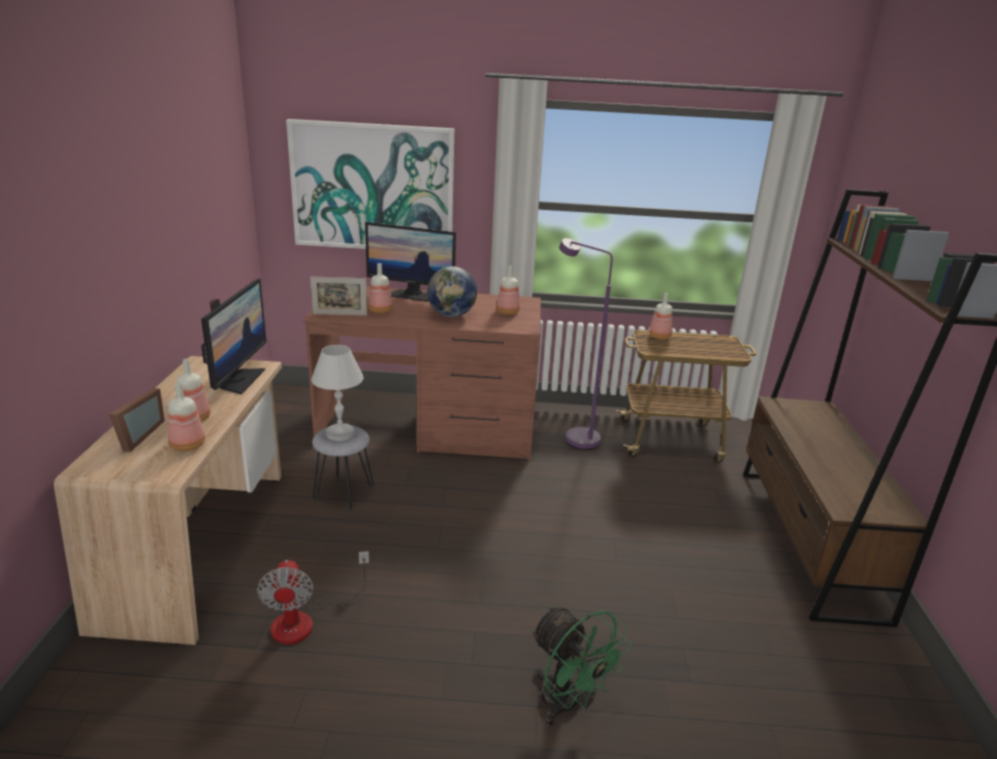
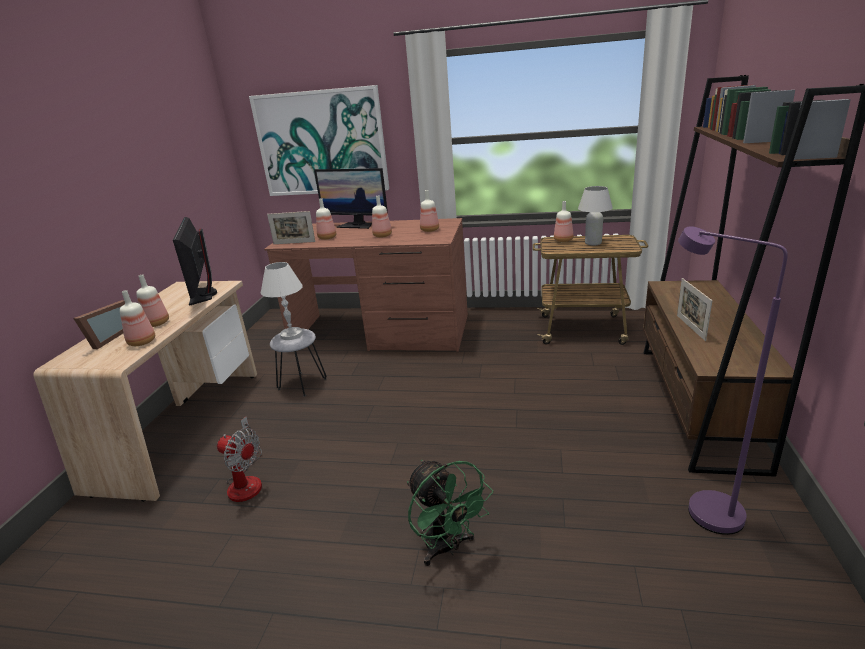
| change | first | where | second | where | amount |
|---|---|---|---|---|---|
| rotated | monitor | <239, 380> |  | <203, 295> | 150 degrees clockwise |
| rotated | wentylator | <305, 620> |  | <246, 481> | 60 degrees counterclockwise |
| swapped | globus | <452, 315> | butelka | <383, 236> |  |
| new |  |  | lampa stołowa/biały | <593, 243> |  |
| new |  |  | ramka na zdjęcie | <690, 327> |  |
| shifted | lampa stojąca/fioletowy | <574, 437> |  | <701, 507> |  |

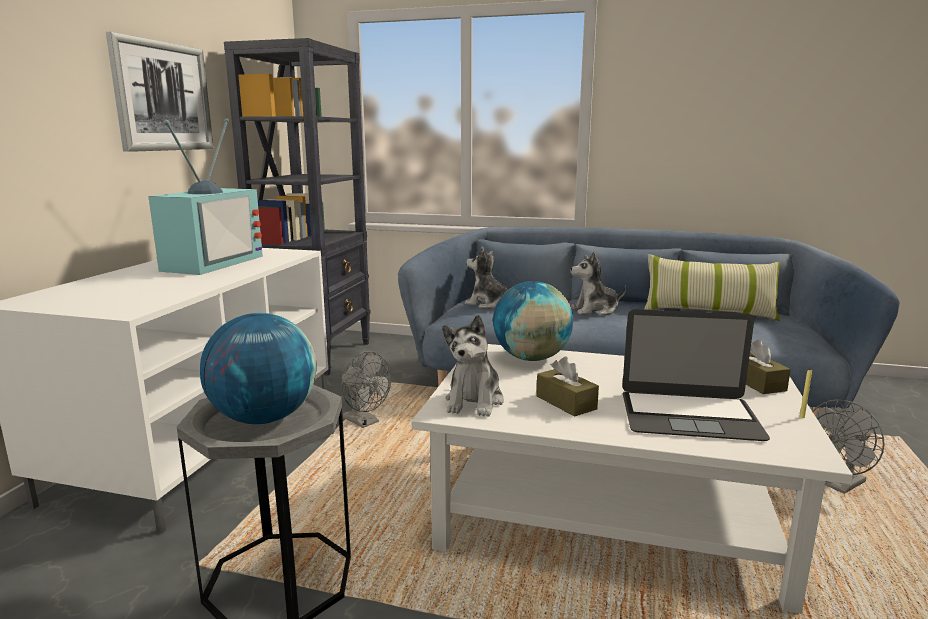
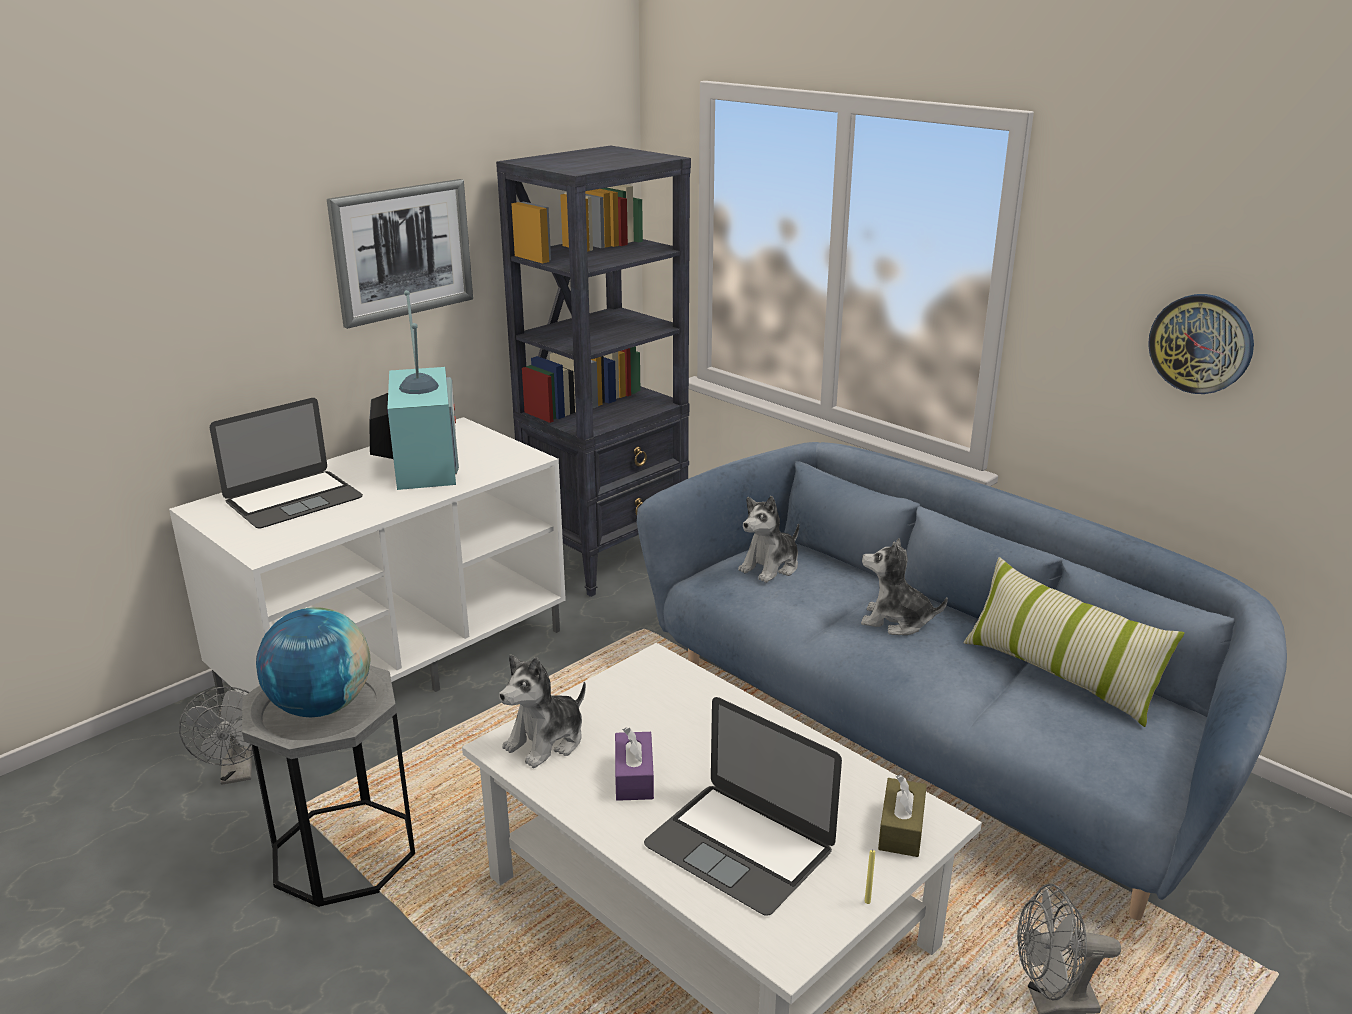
| change | first | where | second | where | amount |
|---|---|---|---|---|---|
| shifted | wentylator/szary | <365, 422> |  | <238, 773> |  |
| new |  |  | laptop | <293, 499> |  |
| rotated | telewizor | <210, 262> |  | <419, 464> | 60 degrees counterclockwise |
| repainted | pudełko chusteczek/brązowy | <566, 402> | pudełko chusteczek/fioletowy | <634, 777> |  |
| rotated | pluszak | <488, 304> |  | <770, 567> | 105 degrees counterclockwise |
| new |  |  | zegar ścienny | <1201, 343> |  |
| gone | globus | <531, 358> |  |  |  |

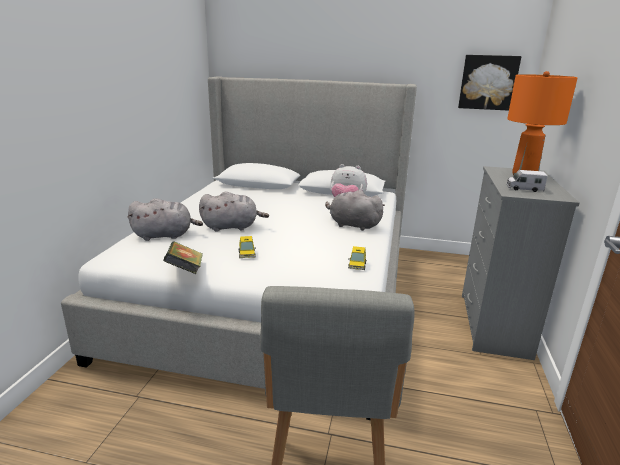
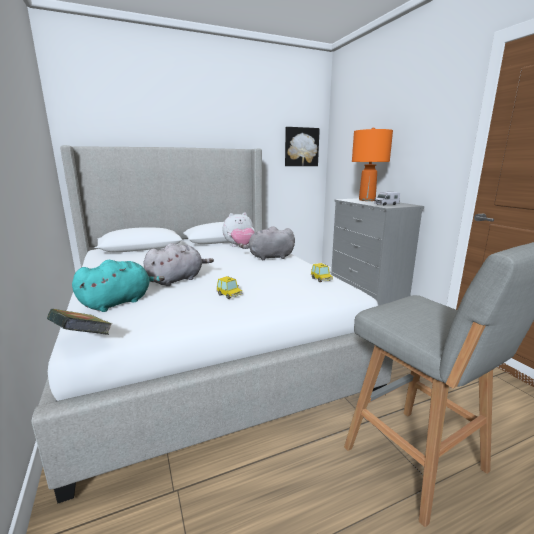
| change | first | where | second | where | amount |
|---|---|---|---|---|---|
| shifted | książka | <185, 271> |  | <82, 339> |  |
| repainted | pluszak/szary | <165, 235> | pluszak/turkusowy | <119, 302> |  |

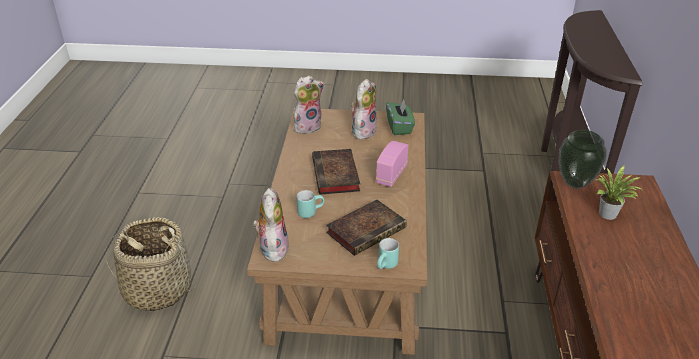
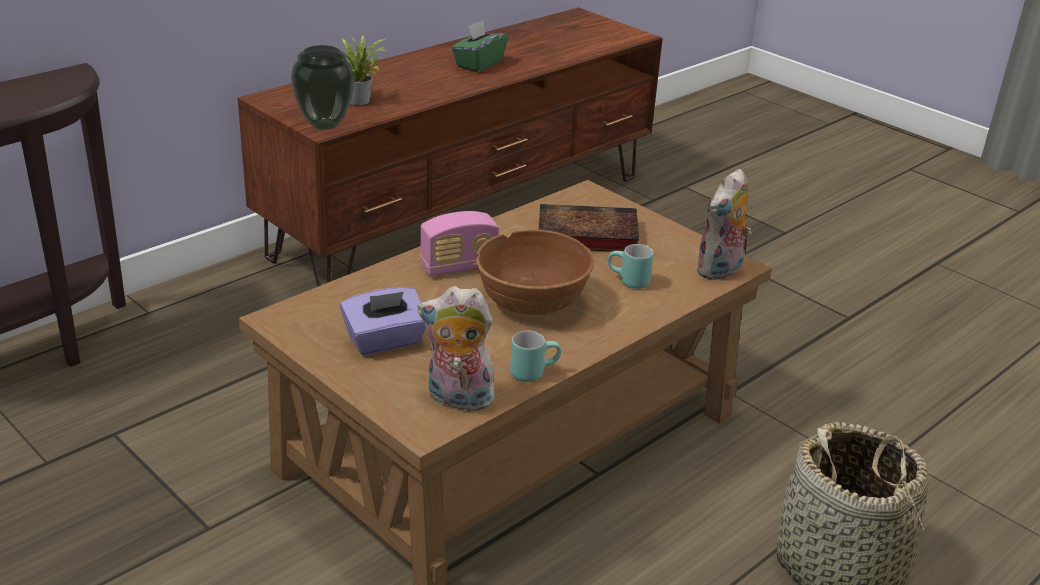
| change | first | where | second | where | amount |
|---|---|---|---|---|---|
| swapped | pluszak | <363, 131> | pudełko chusteczek/fioletowy | <385, 341> |  |
| shifted | pudełko chusteczek/zielony | <399, 127> |  | <478, 64> |  |
| swapped | książka | <336, 176> | miska/brązowy | <531, 302> |  |
| shifted | kubek/turkusowy | <387, 266> |  | <533, 371> |  |

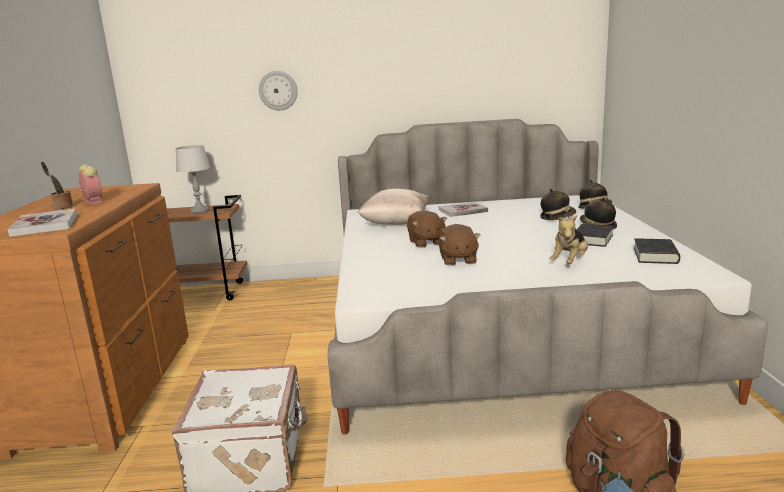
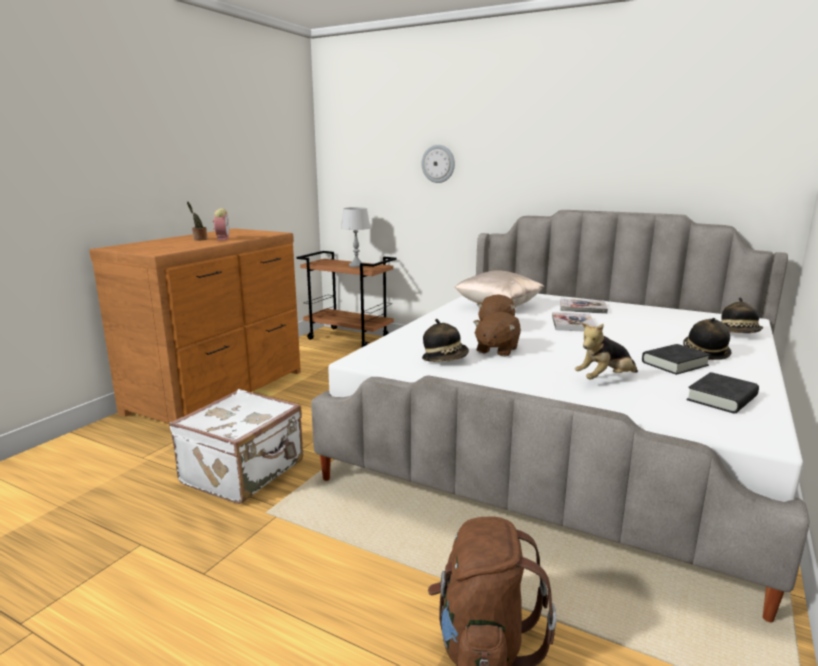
| change | first | where | second | where | amount |
|---|---|---|---|---|---|
| shifted | kapelusz | <557, 217> |  | <445, 359> |  |
| shifted | książka | <45, 225> |  | <573, 324> |  |

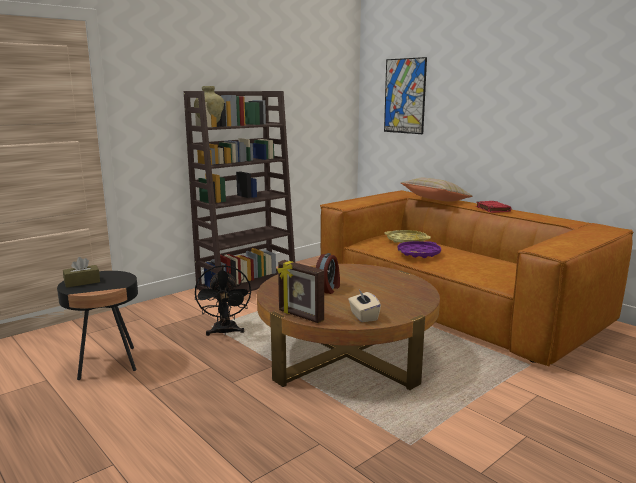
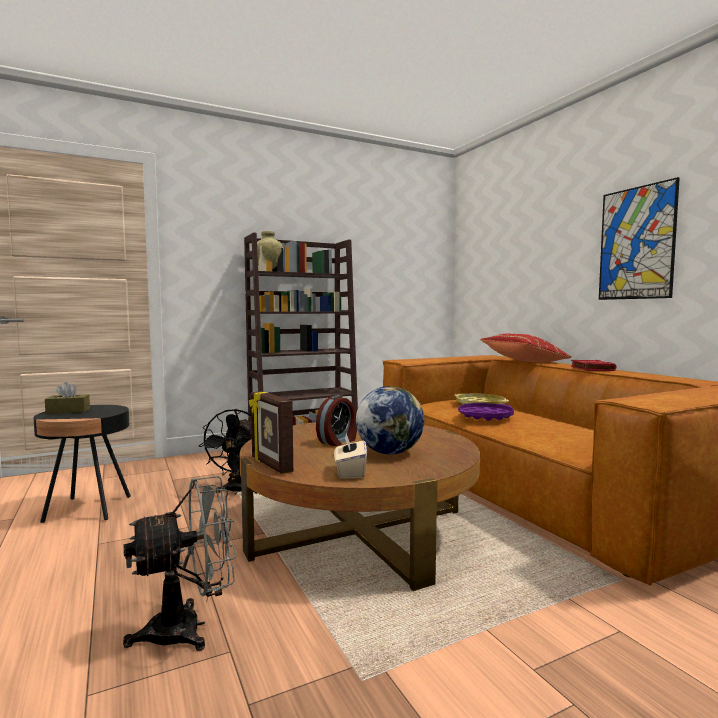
| change | first | where | second | where | amount |
|---|---|---|---|---|---|
| new |  |  | wentylator/szary | <189, 628> |  |
| new |  |  | globus | <389, 452> |  |
| repainted | poduszka/beżowy | <435, 201> | poduszka/czerwony | <524, 362> |  |
| shifted | obraz | <404, 96> |  | <636, 243> |  |

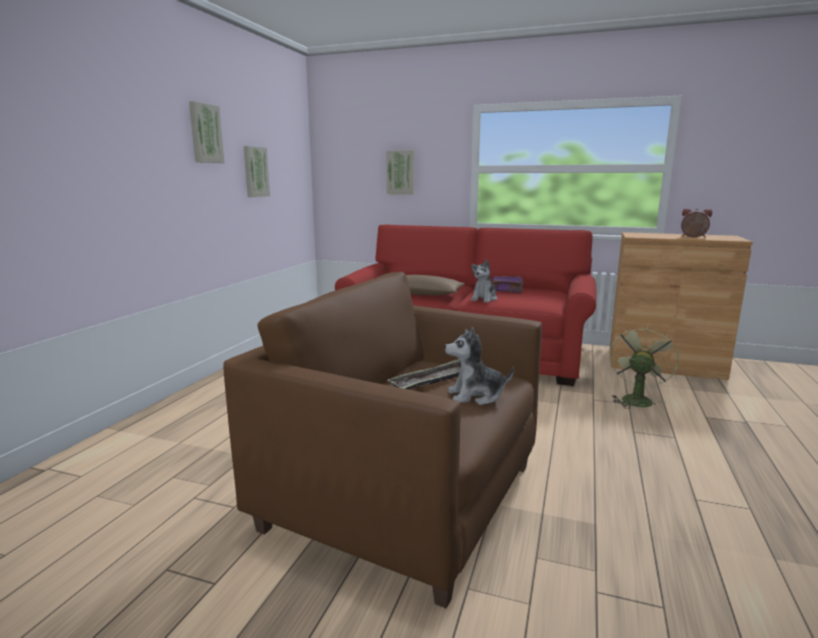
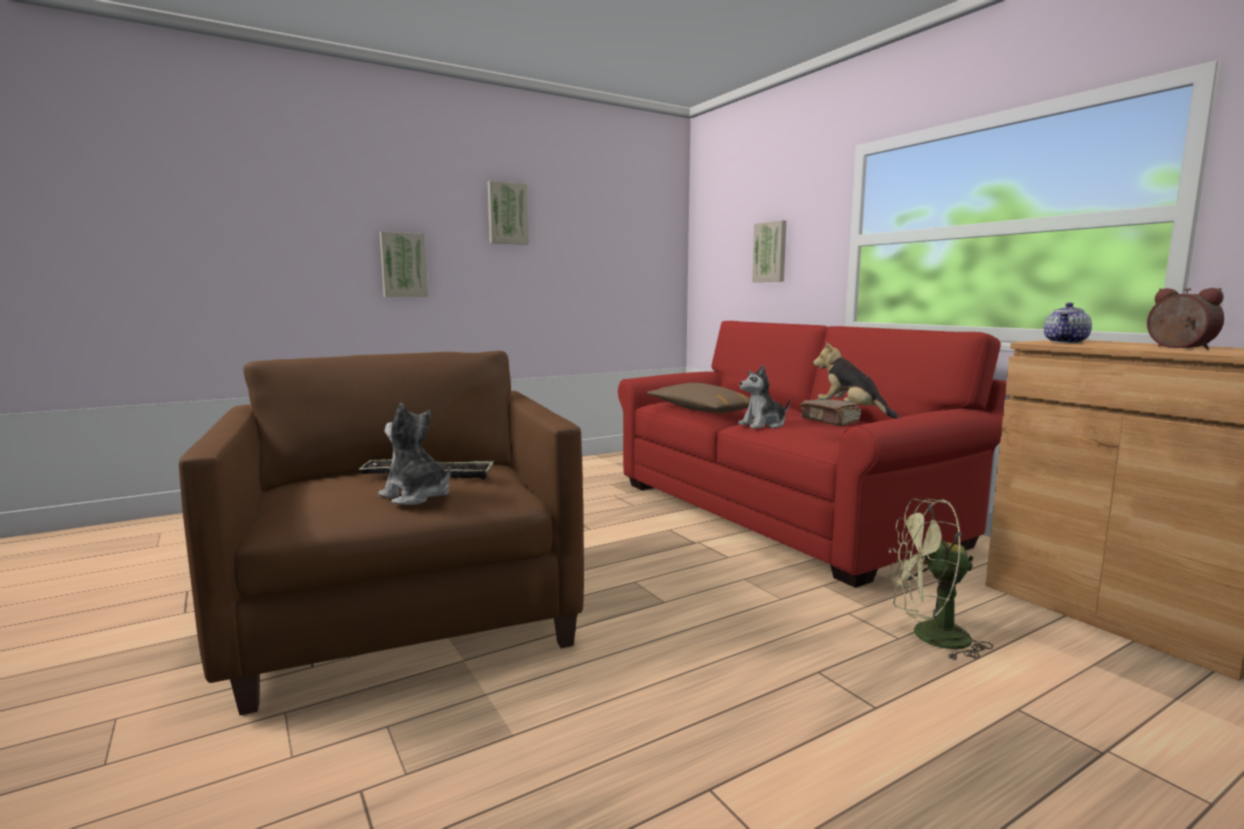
| change | first | where | second | where | amount |
|---|---|---|---|---|---|
| shifted | obraz | <255, 172> |  | <403, 265> |  |
| repainted | książka/fioletowy | <507, 290> | książka/brązowy | <830, 421> |  |
| new |  |  | pluszak | <851, 412> |  |
| rotated | wentylator/zielony | <636, 399> |  | <929, 637> | 150 degrees counterclockwise |
| new |  |  | imbryk | <1066, 342> |  |

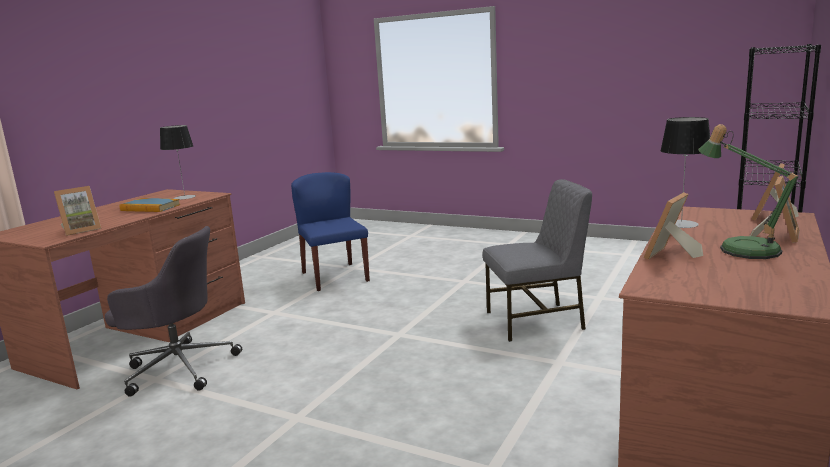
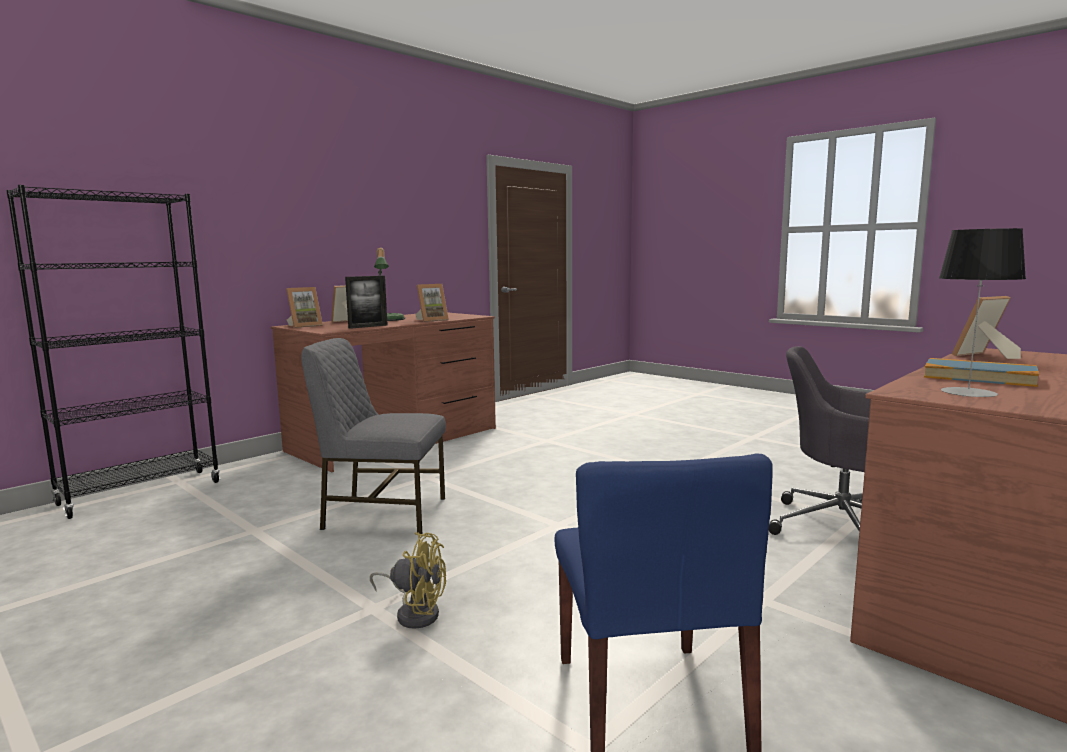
| change | first | where | second | where | amount |
|---|---|---|---|---|---|
| swapped | lampa stołowa | <681, 224> | ramka na zdjęcie | <368, 326> |  |
| new |  |  | wentylator/żółty | <414, 613> |  |

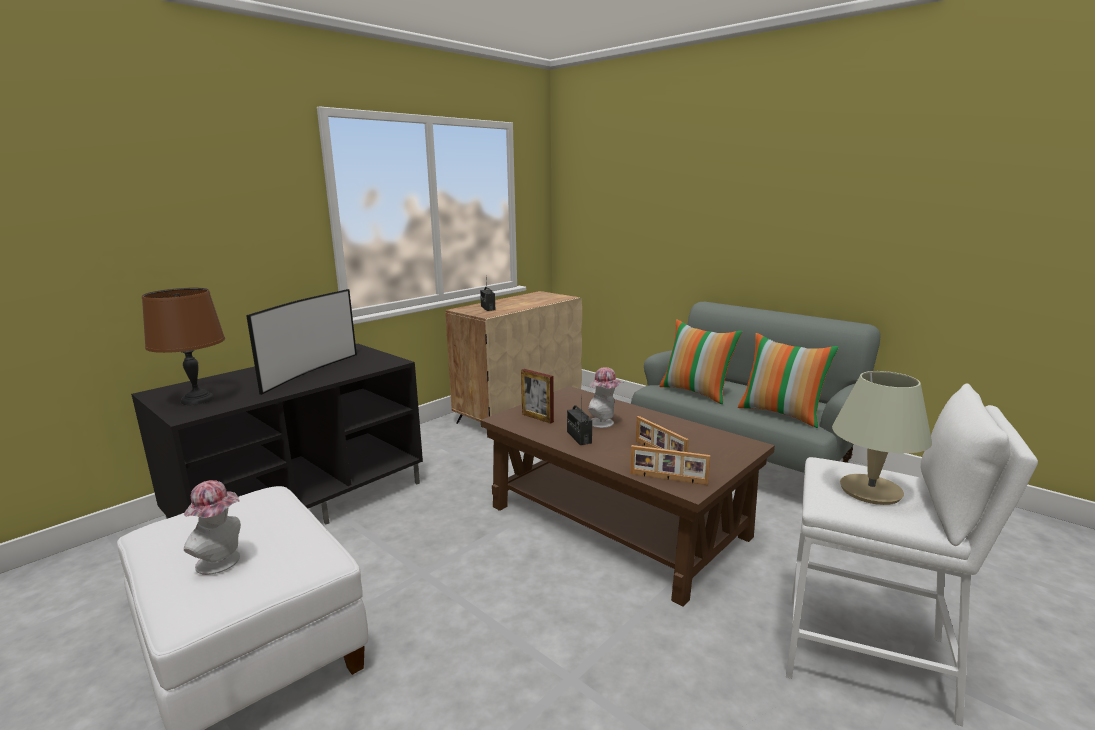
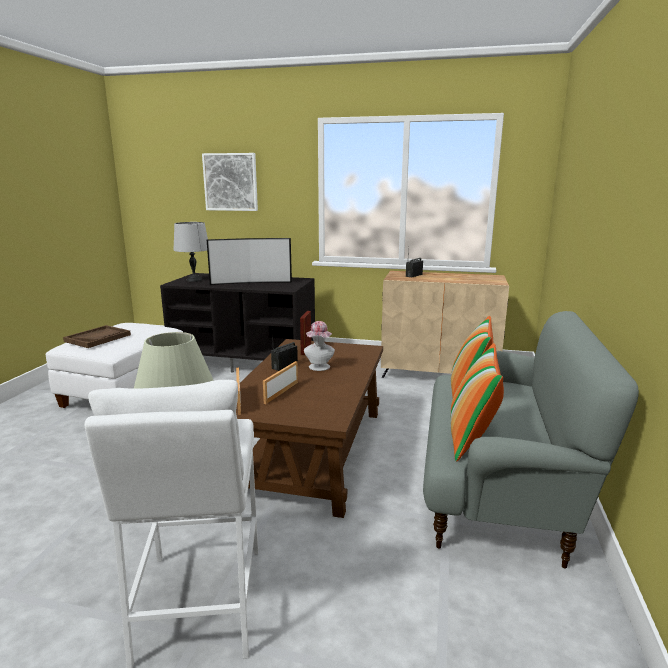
| change | first | where | second | where | amount |
|---|---|---|---|---|---|
| swapped | kapelusz | <223, 562> | taca/brązowy | <98, 338> |  |
| repainted | lampa stołowa/brązowy | <198, 400> | lampa stołowa/szary | <194, 280> |  |
| new |  |  | obraz | <230, 182> |  |

